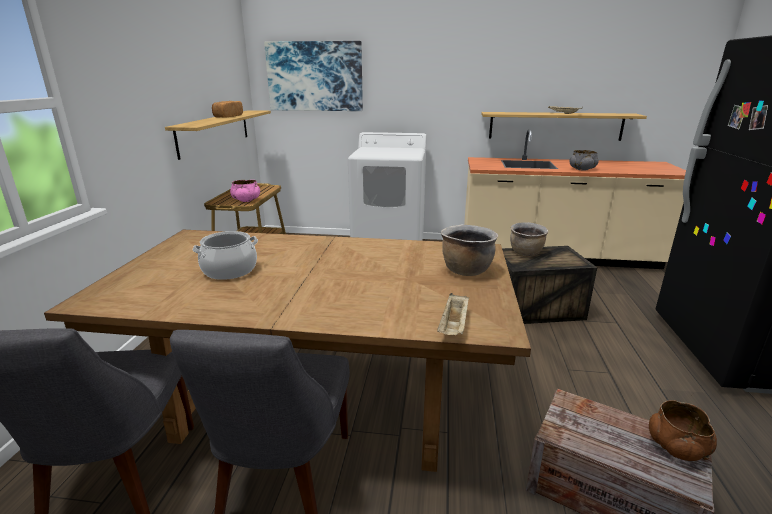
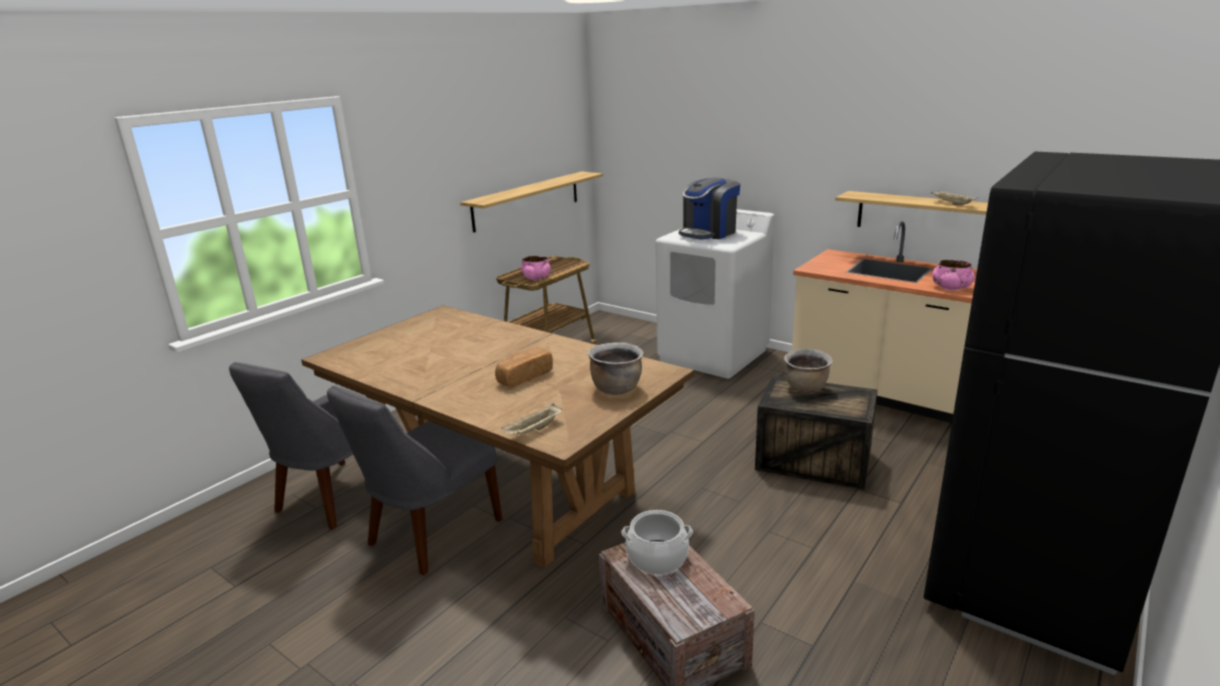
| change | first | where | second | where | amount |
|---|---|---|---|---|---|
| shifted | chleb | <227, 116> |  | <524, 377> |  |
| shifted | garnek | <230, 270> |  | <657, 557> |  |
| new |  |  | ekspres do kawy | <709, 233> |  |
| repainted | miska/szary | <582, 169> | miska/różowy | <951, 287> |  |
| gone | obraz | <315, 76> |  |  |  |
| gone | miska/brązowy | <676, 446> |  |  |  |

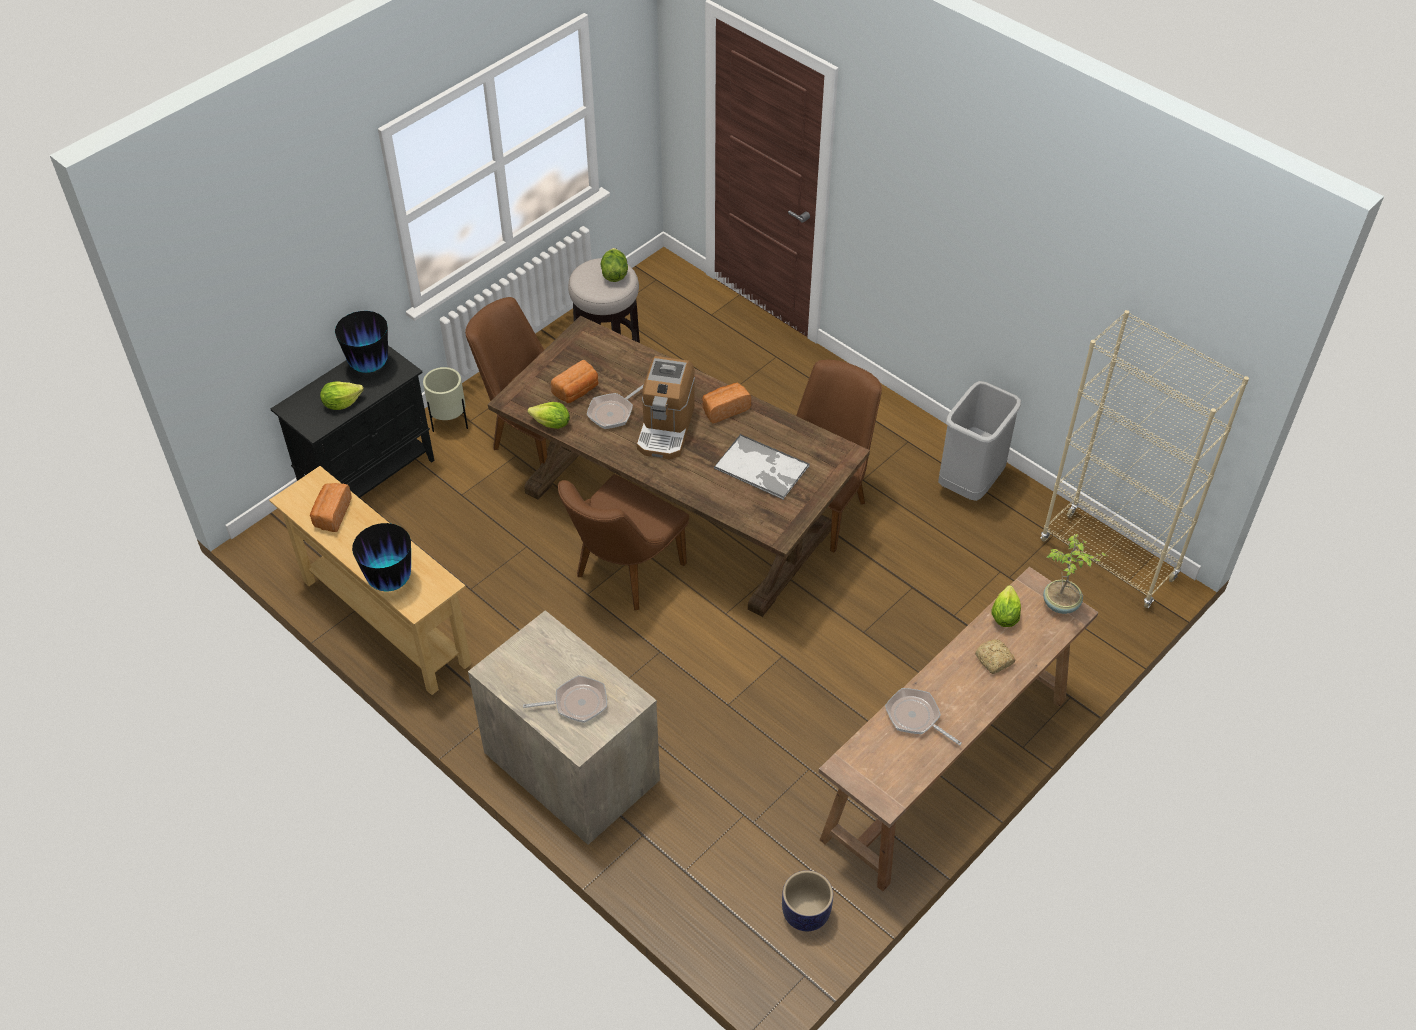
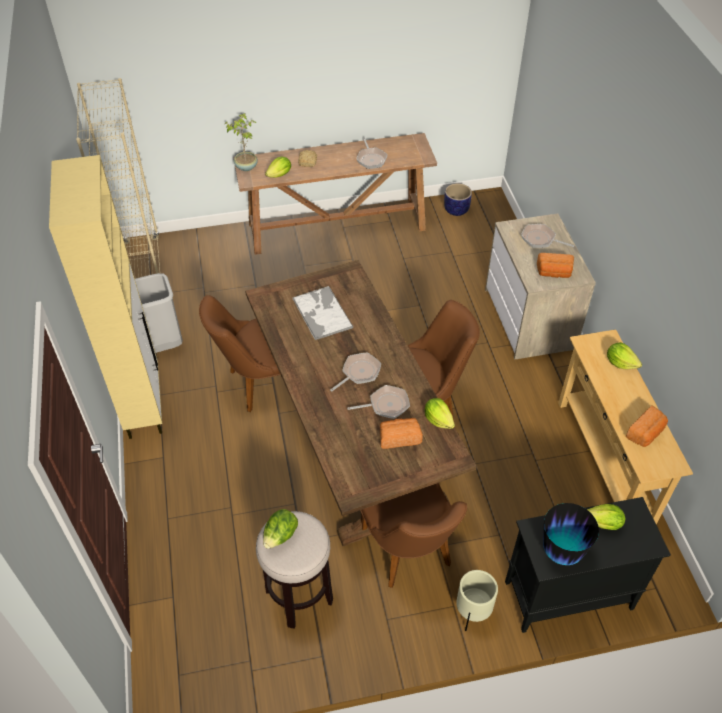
| change | first | where | second | where | amount |
|---|---|---|---|---|---|
| new |  |  | szafka/beżowy | <144, 404> |  |
| swapped | ekspres do kawy | <666, 428> | patelnia | <359, 373> |  |
| shifted | chleb | <724, 409> |  | <554, 273> |  |
| swapped | wazon | <390, 581> | sałata | <620, 363> |  |

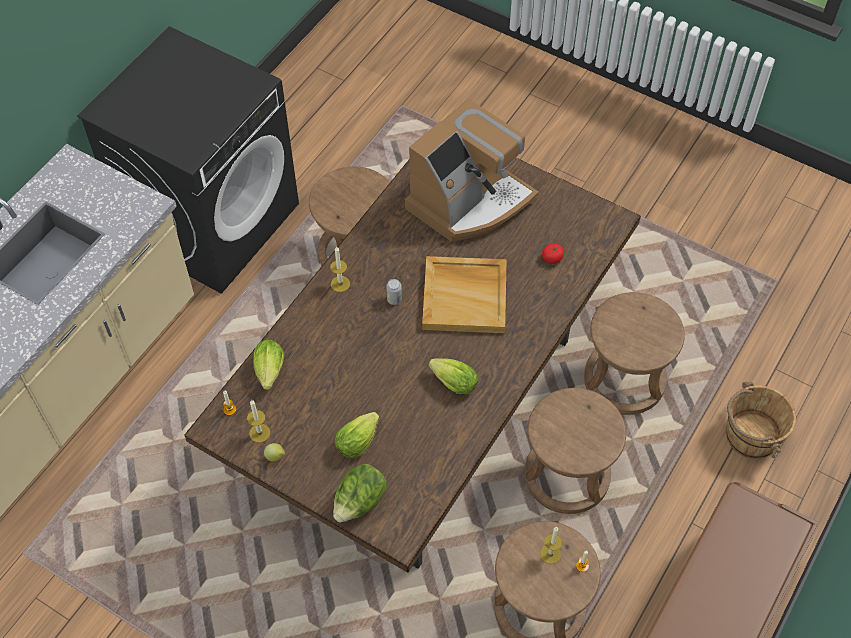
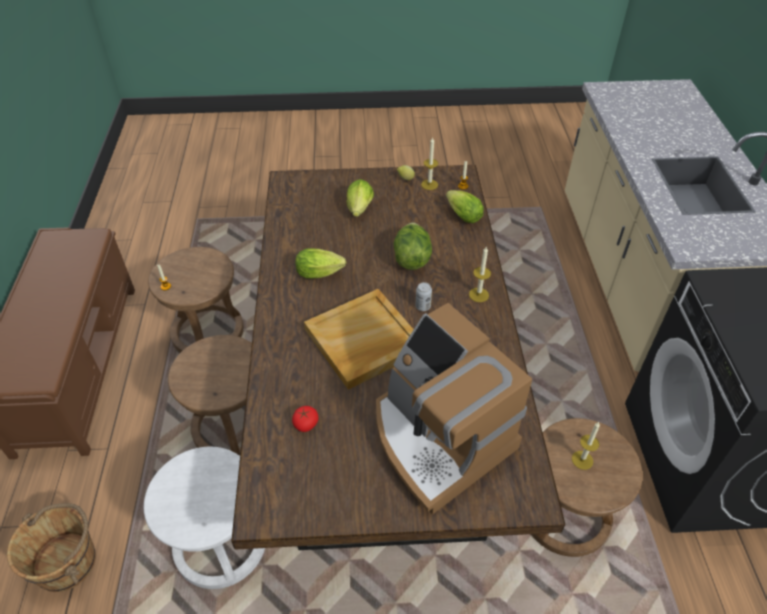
| change | first | where | second | where | amount |
|---|---|---|---|---|---|
| repainted | stołek/brązowy | <624, 380> | stołek/biały | <220, 543> |  |
| rotated | ekspres do kawy | <470, 201> |  | <438, 437> | 45 degrees counterclockwise |
| shifted | sałata | <359, 502> |  | <411, 258> |  |
| shifted | świeca | <550, 554> |  | <582, 460> |  |

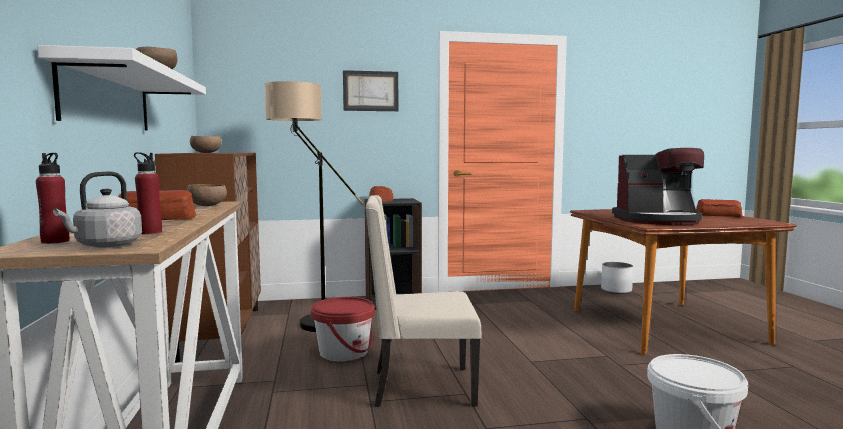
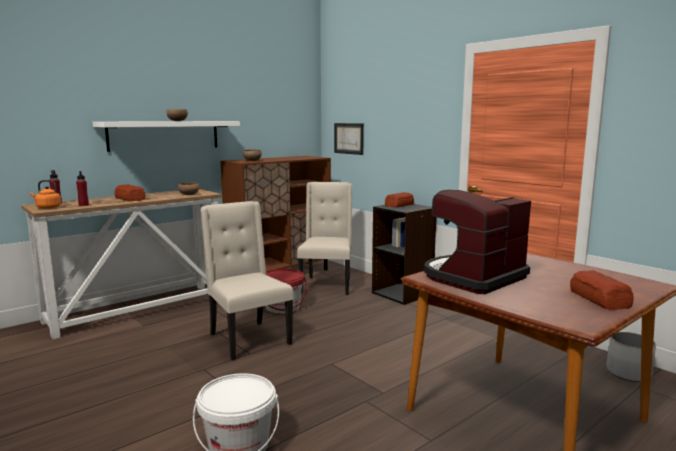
| change | first | where | second | where | amount |
|---|---|---|---|---|---|
| repainted | czajnik/szary | <105, 245> | czajnik/pomarańczowy | <47, 207> |  |
| swapped | lampa stojąca | <310, 320> | krzesło/beżowy | <327, 285> |  |
| shifted | obraz | <370, 91> |  | <349, 138> |  |
| rotated | ekspres do kawy | <657, 220> |  | <473, 277> | 75 degrees clockwise |

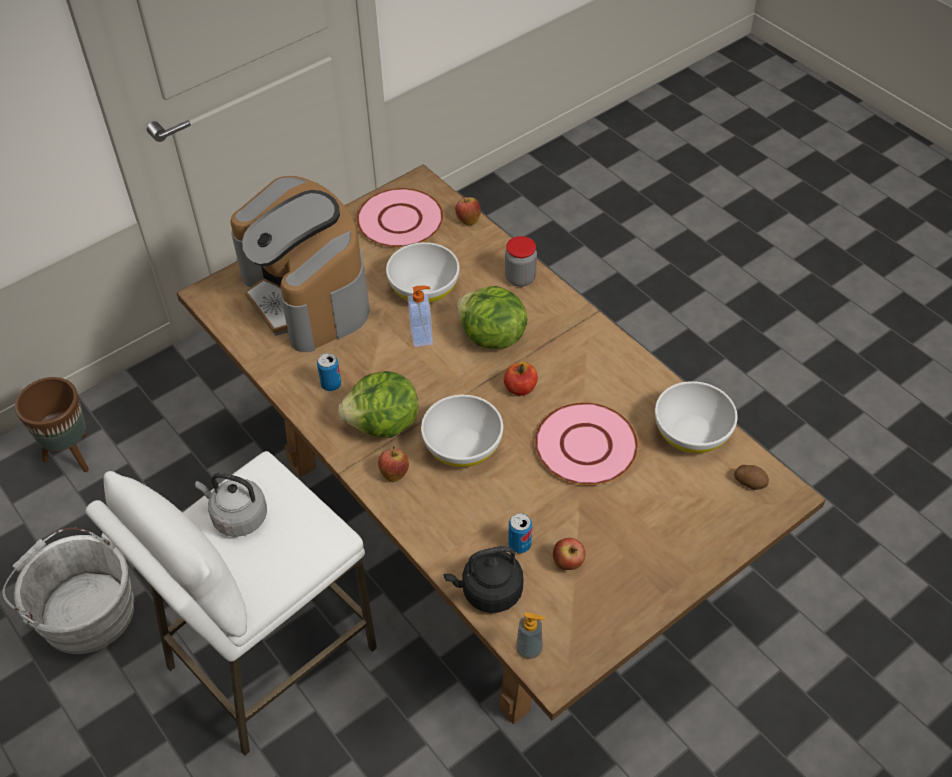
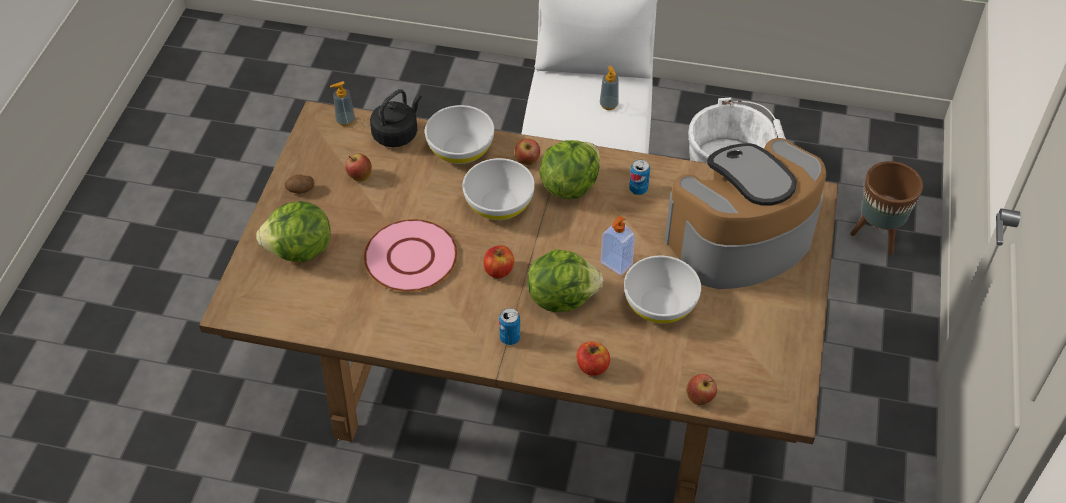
| change | first | where | second | where | amount |
|---|---|---|---|---|---|
| new |  |  | sałata | <300, 251> |  |
| shifted | ziemniak | <750, 482> |  | <300, 190> |  |
| shifted | miska/biały | <692, 433> |  | <460, 150> |  |
| shifted | puszka | <519, 544> |  | <510, 338> |  |
| swapped | słoik | <520, 278> | jabłko | <592, 367> |  |
| swapped | czajnik/szary | <237, 517> | dozownik mydła | <608, 105> |  |
| rotated | ekspres do kawy | <308, 296> |  | <740, 241> | 45 degrees counterclockwise |
| gone | talerz/różowy | <400, 220> |  |  |  |

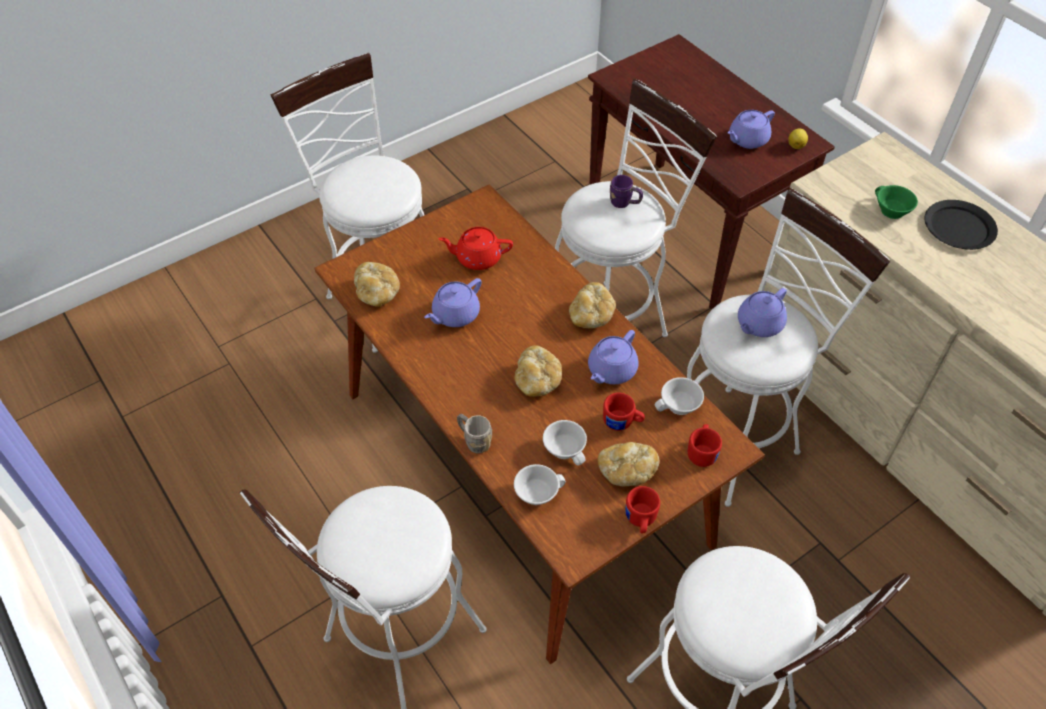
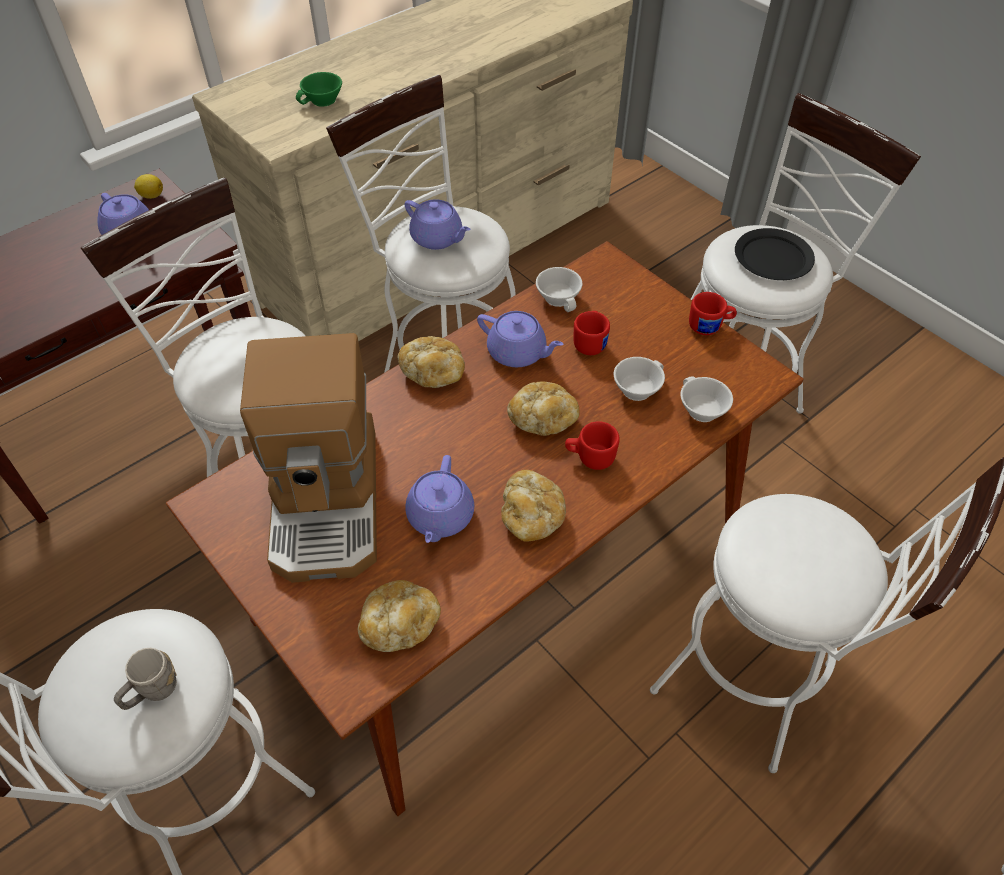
| change | first | where | second | where | amount |
|---|---|---|---|---|---|
| shifted | kubek/szary | <474, 440> |  | <152, 692> |  |
| swapped | imbryk/czerwony | <477, 258> | ekspres do kawy | <328, 501> |  |
| rotated | imbryk/fioletowy | <455, 315> |  | <440, 517> | 60 degrees clockwise |
| shifted | chleb | <626, 471> |  | <531, 517> |  |
| shifted | kubek/czerwony | <702, 452> |  | <590, 457> |  |
| shifted | talerz/czarny | <959, 228> |  | <773, 258> |  |
| gone | kubek/fioletowy | <624, 203> |  |  |  |

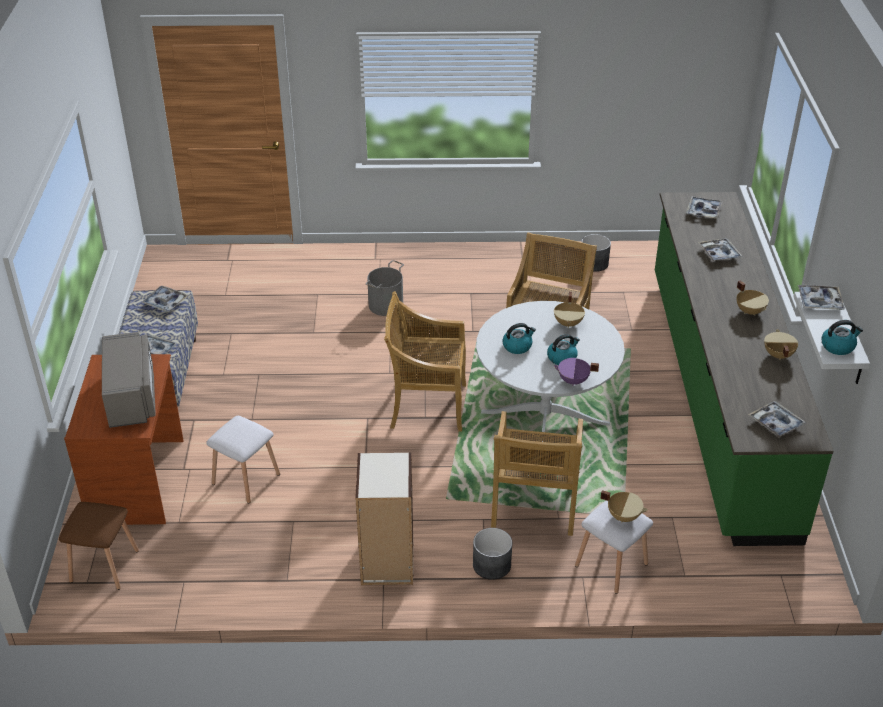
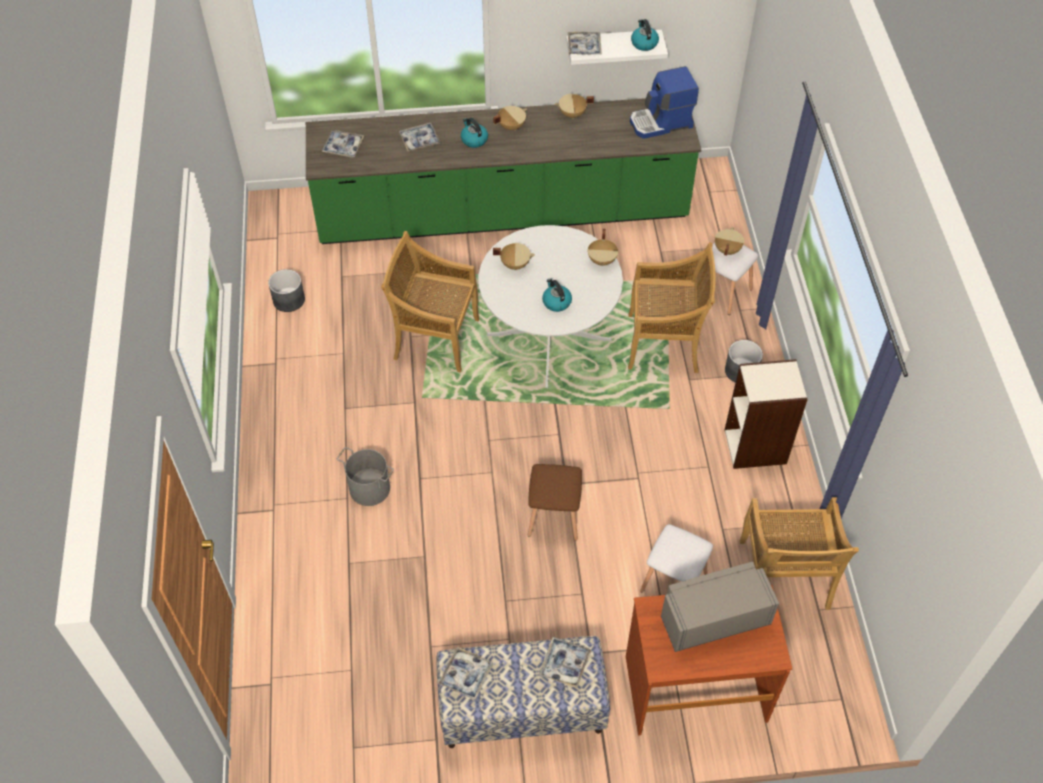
| change | first | where | second | where | amount |
|---|---|---|---|---|---|
| shifted | czajnik | <562, 357> |  | <474, 140> |  |
| shifted | stołek/brązowy | <103, 566> |  | <554, 517> |  |
| repainted | garnek/fioletowy | <573, 381> | garnek/beżowy | <602, 260> |  |
| swapped | taca | <775, 423> | ekspres do kawy | <661, 123> |  |
| shifted | krzesło/beżowy | <426, 405> |  | <783, 576> |  |

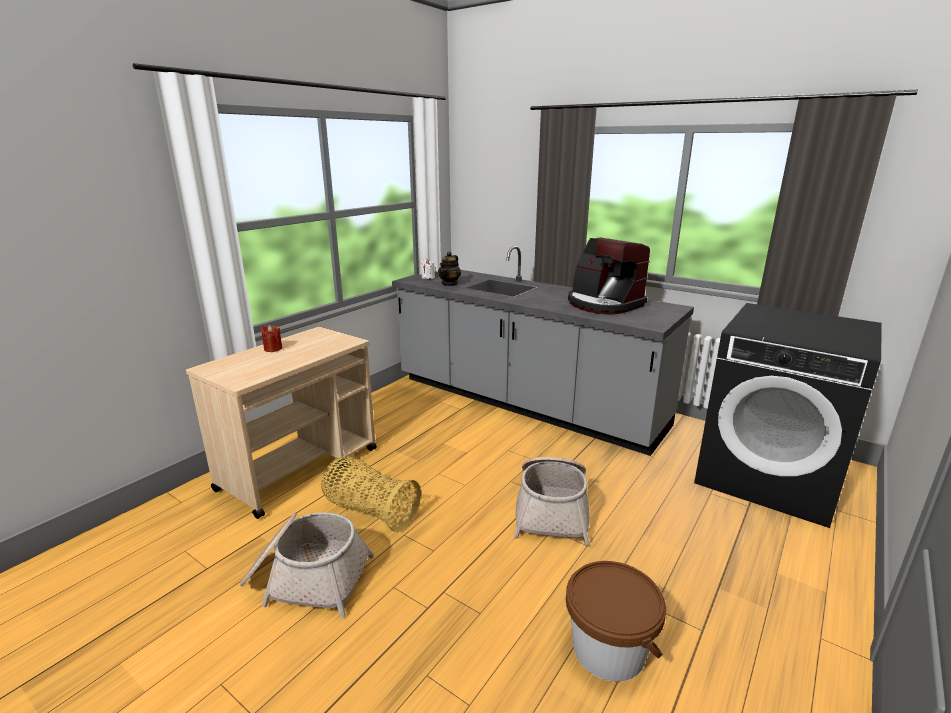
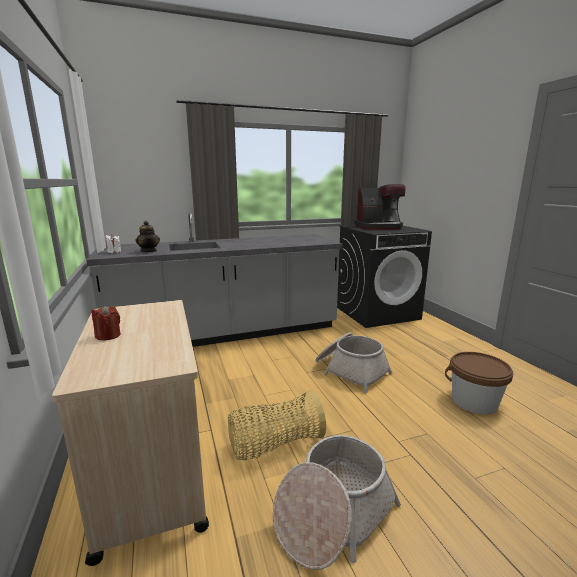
| change | first | where | second | where | amount |
|---|---|---|---|---|---|
| shifted | ekspres do kawy | <603, 304> |  | <379, 227> |  |

